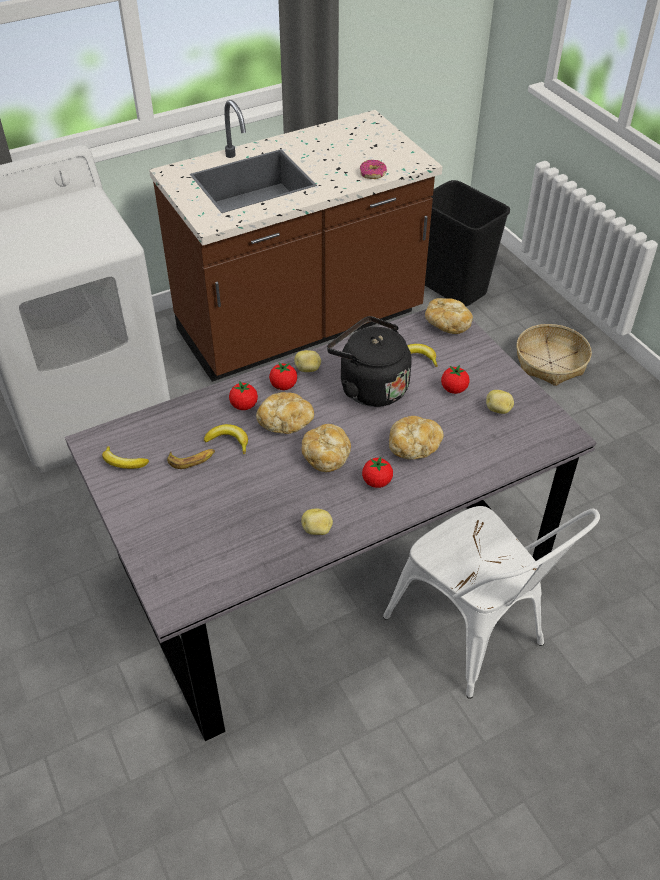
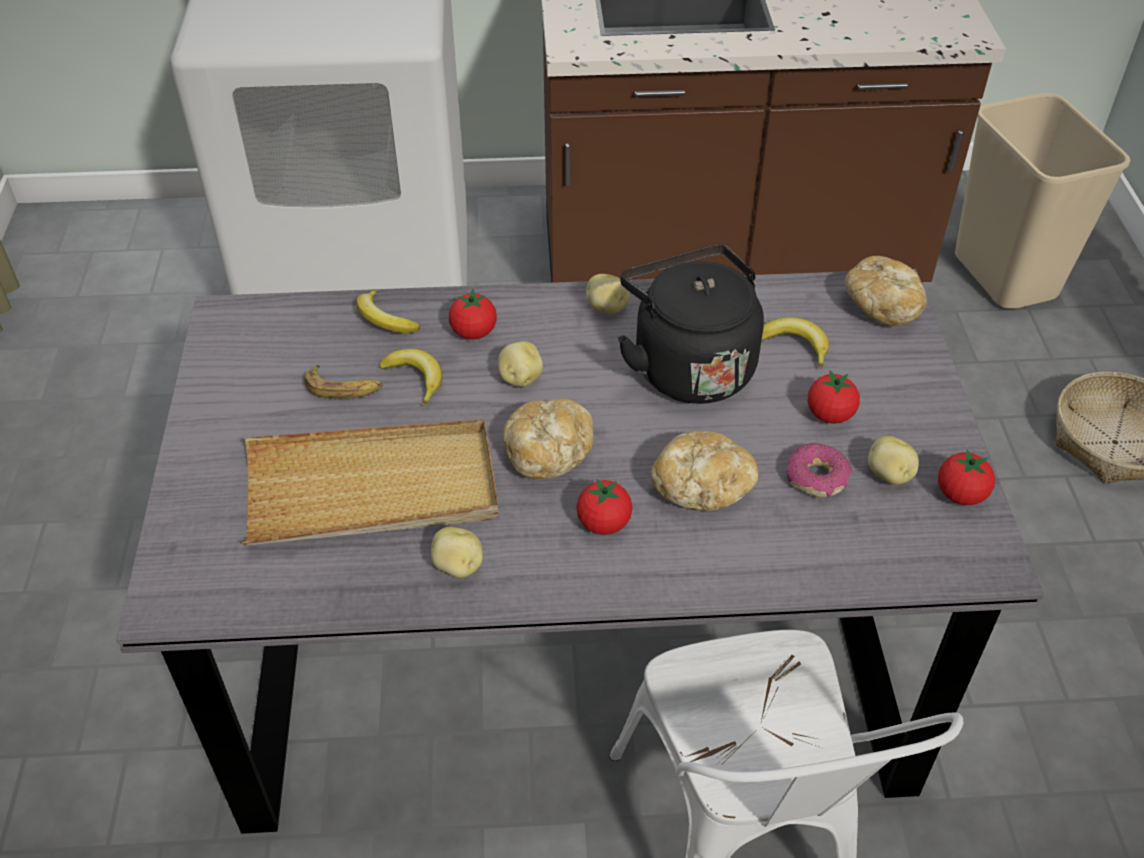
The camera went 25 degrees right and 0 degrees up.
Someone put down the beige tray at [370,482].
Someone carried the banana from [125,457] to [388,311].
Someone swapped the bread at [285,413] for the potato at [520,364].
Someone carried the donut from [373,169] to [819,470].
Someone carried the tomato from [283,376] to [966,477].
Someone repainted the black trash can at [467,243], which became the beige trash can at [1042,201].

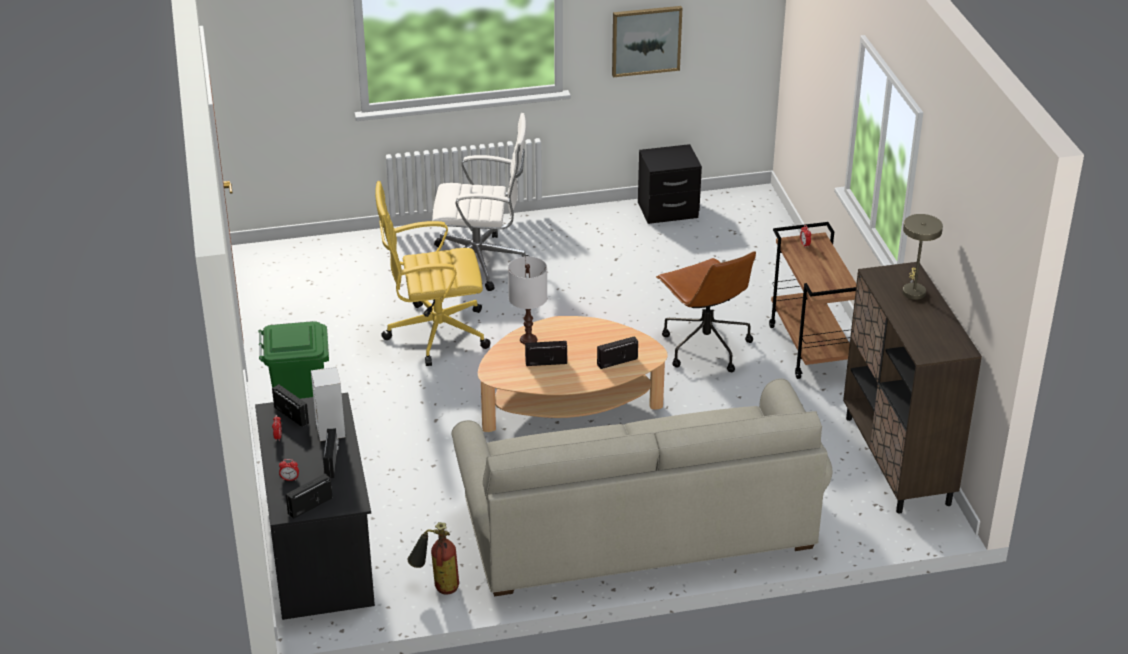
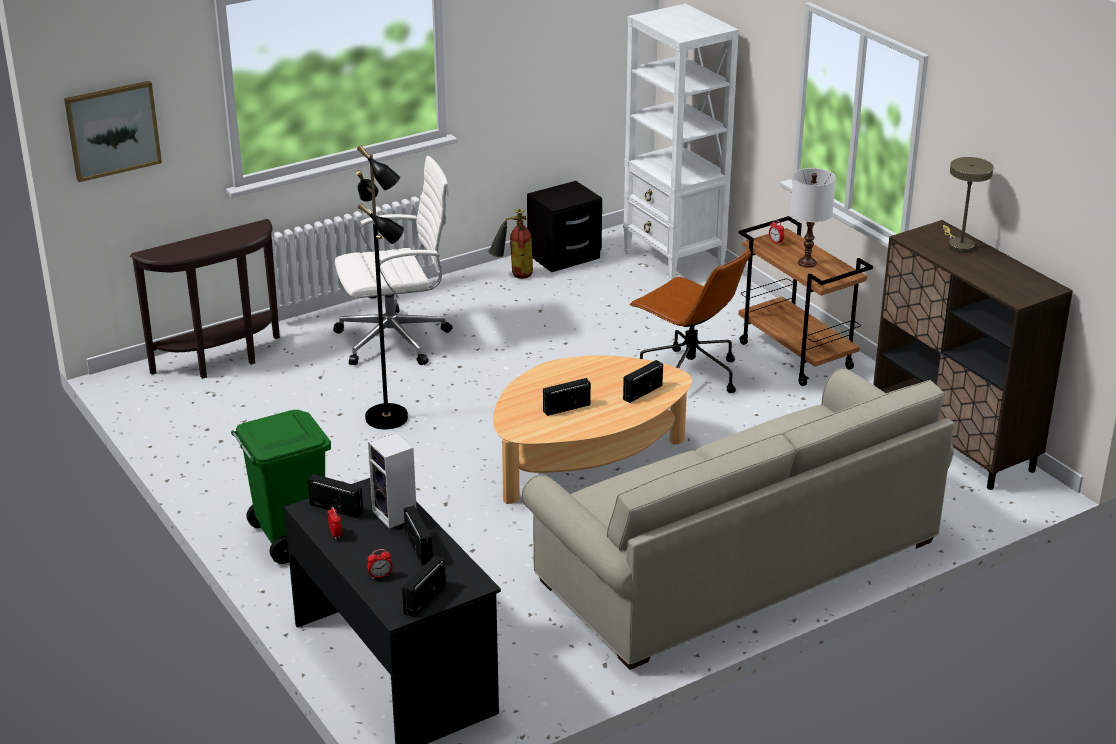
The camera went 20 degrees left and 5 degrees down.
Someone carried the picture from [647,41] to [113,131].
Someone put down the brown console table at [205,299].
Someone swapped the yellow office chair at [433,273] for the black floor lamp at [382,287].
Someone carried the fire extinguisher from [433,558] to [510,244].
Someone put down the white bookcase at [681,142].
Someone carried the white table lamp from [527,300] to [813,218].

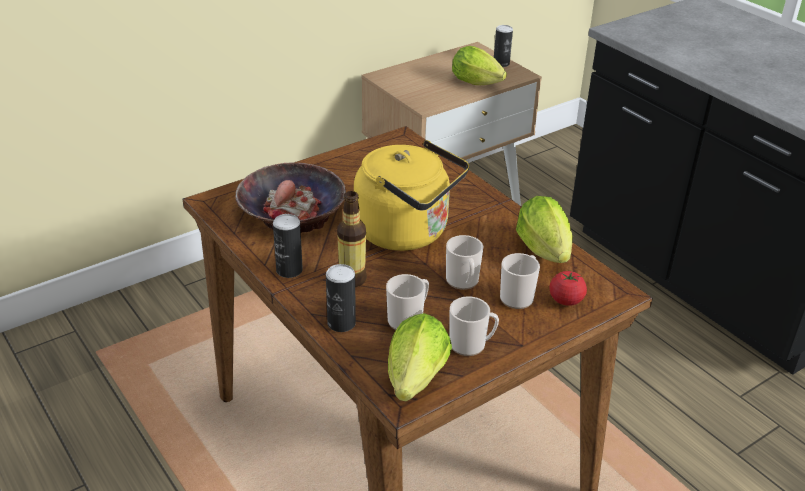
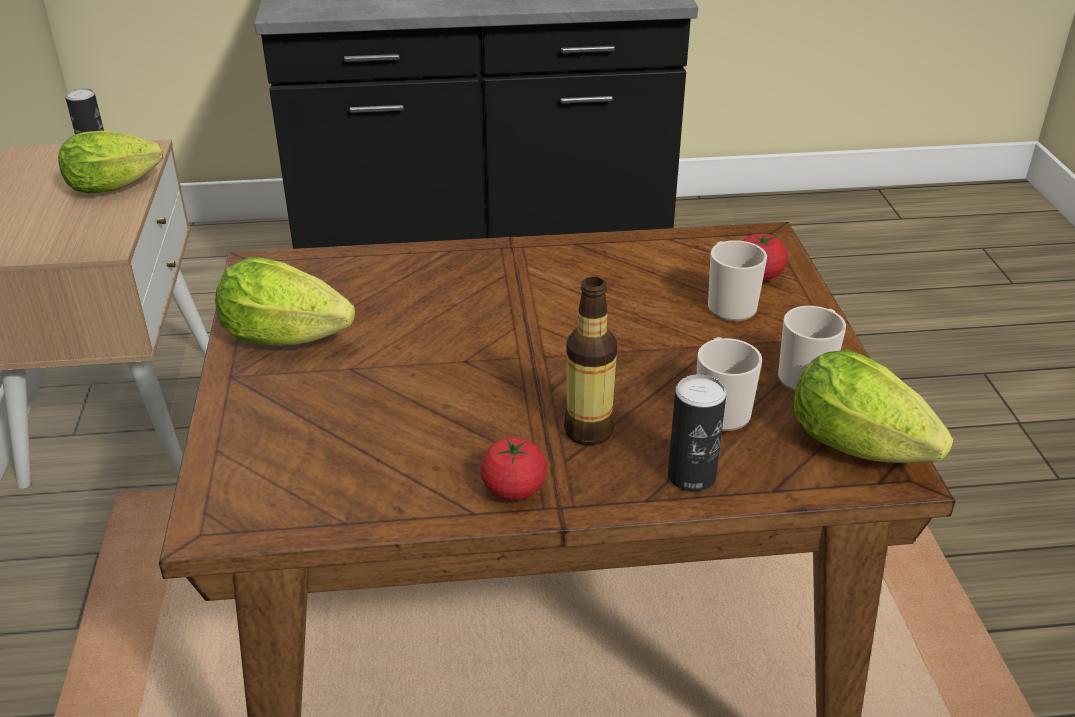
The camera went 60 degrees left and 0 degrees up.
Someone carried the lettuce from [544,229] to [285,301].
Someone swapped the can at [288,246] for the tomato at [513,469].
Someone took away the bowl at [290,197].
Someone took away the yellow kettle at [411,195].
Someone took away the mug at [464,262].

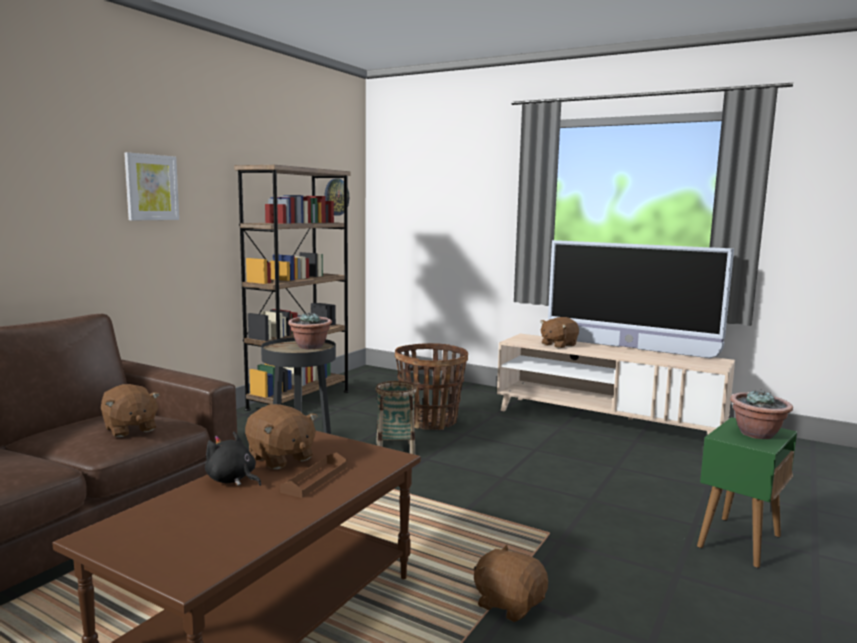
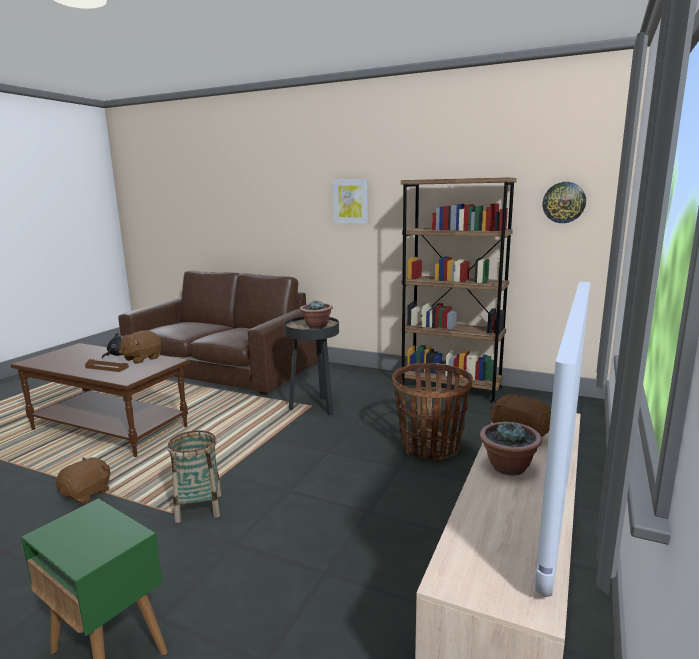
The camera went 85 degrees right and 5 degrees up.
Someone carried the basket from [396,418] to [195,476].
Someone carried the potted plant from [761,414] to [511,448].
Someone took away the brown plush toy at [130,410].

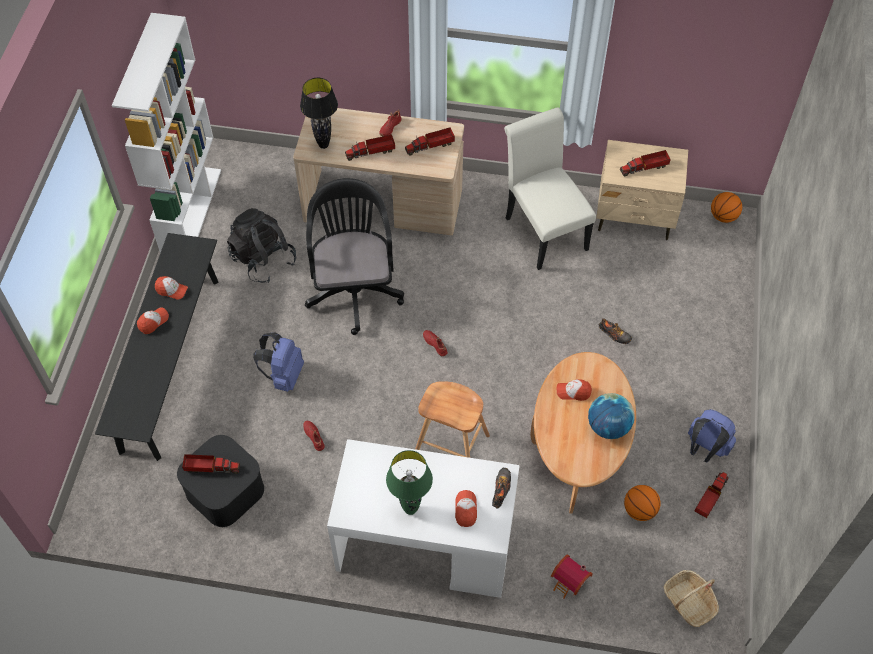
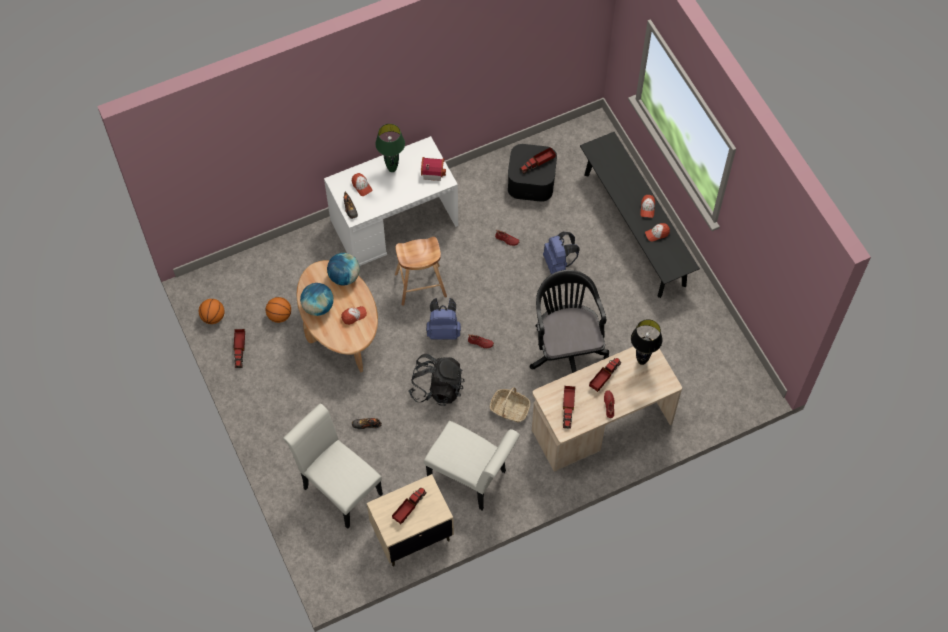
The camera went 145 degrees right and 5 degrees up.
Someone carried the basketball from [726,207] to [212,311].
Someone put down the white chair at [333,466].
Someone put down the globe at [343,269].
Someone carried the black backpack from [261,245] to [436,380].
Someone carried the toy house from [572,576] to [433,169].
Someone carried the blue backpack from [712,435] to [443,319].
Someone carried the basket from [691,598] to [510,404].
Someone rotated the black office chair at [354,256] by 150 degrees counterclockwise.
Someone rotated the toy truck at [430,142] by 150 degrees clockwise.
Someone took away the white bookcase at [166,133].

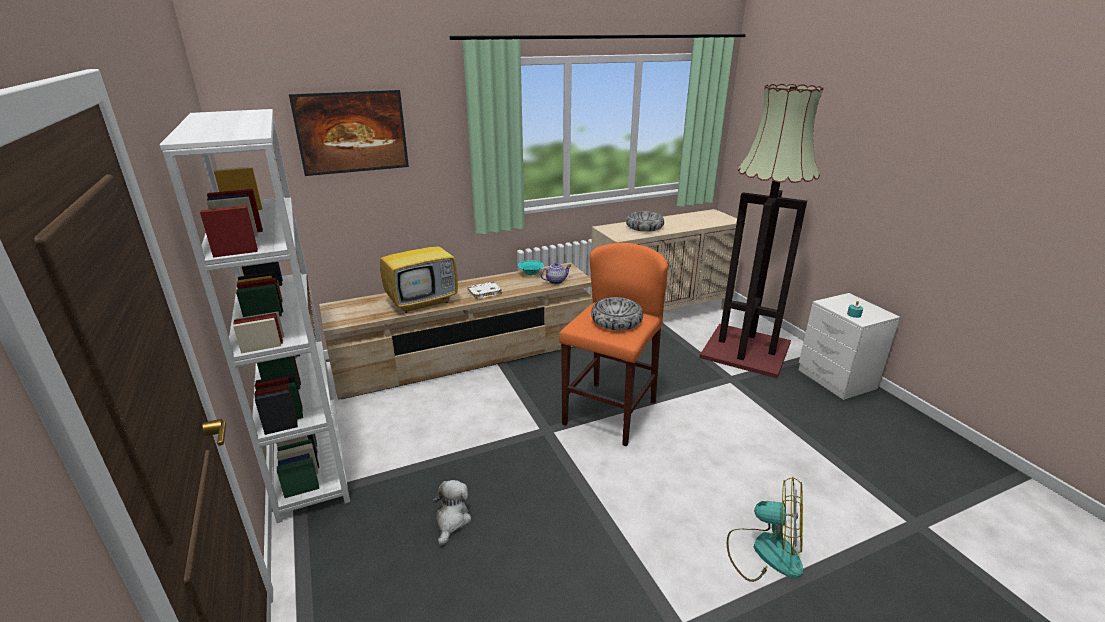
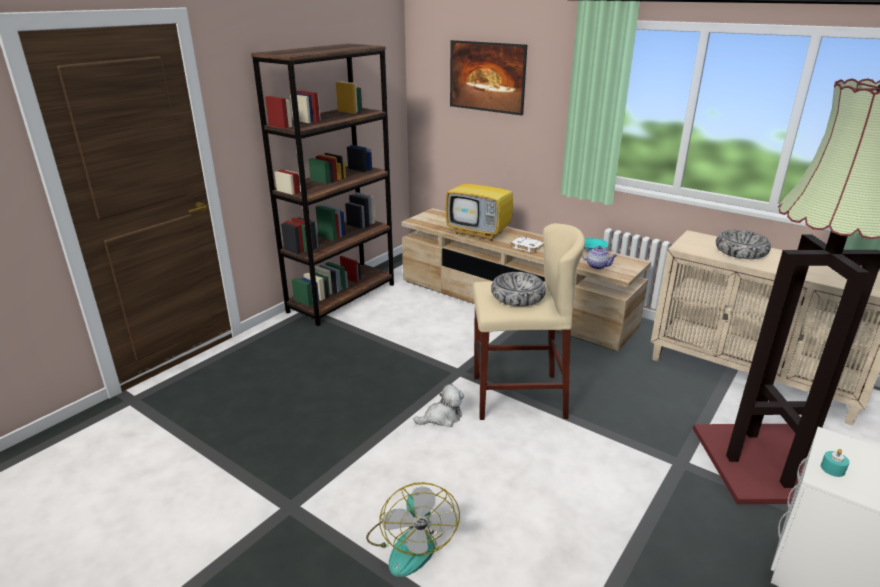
The camera went 60 degrees right and 0 degrees up.
Someone repainted the white bookcase at [255,316], which became the brown bookcase at [322,185].
Someone carried the plush toy from [452,513] to [438,405].
Someone repainted the orange stool at [613,344], which became the beige stool at [528,321].

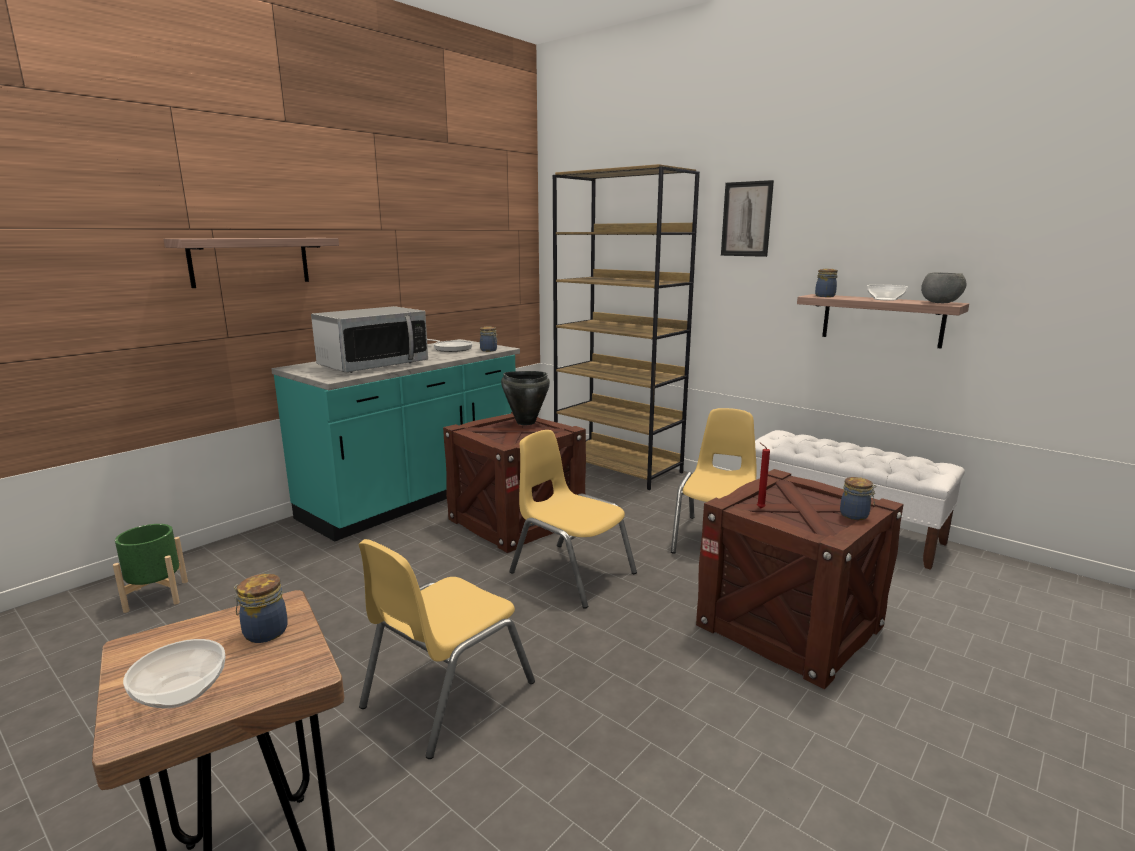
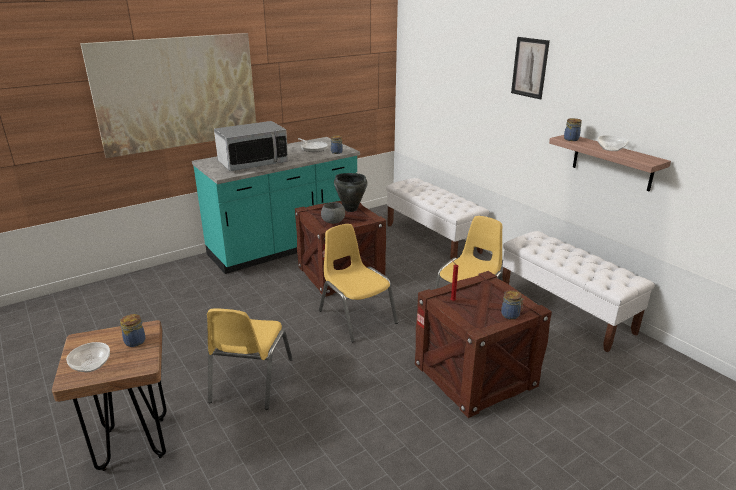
The camera went 15 degrees right and 10 degrees up.
Someone swapped the shelf at [251,263] for the picture at [168,95].
Someone rotated the yellow chair at [447,649] by 45 degrees counterclockwise.
Someone carried the grey bowl from [944,288] to [333,213].
Someone swapped the brown bookcase at [626,327] for the white bench at [437,218].
Someone took away the green planter at [150,568].

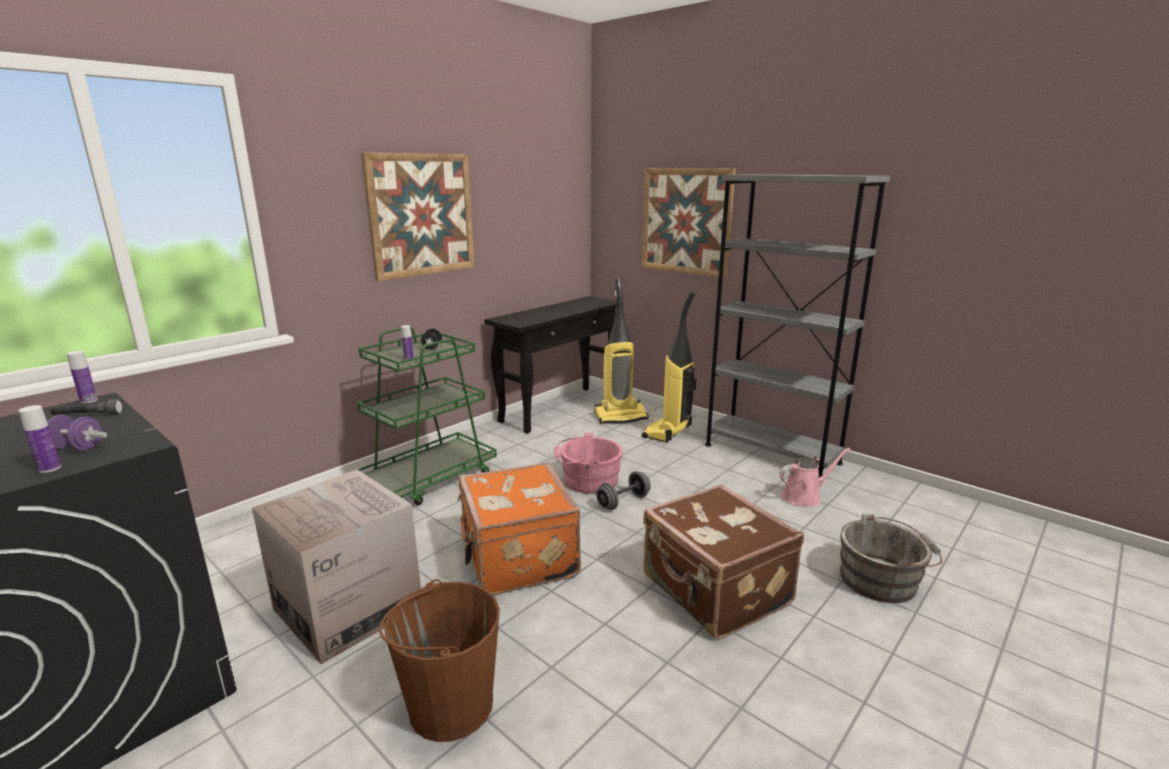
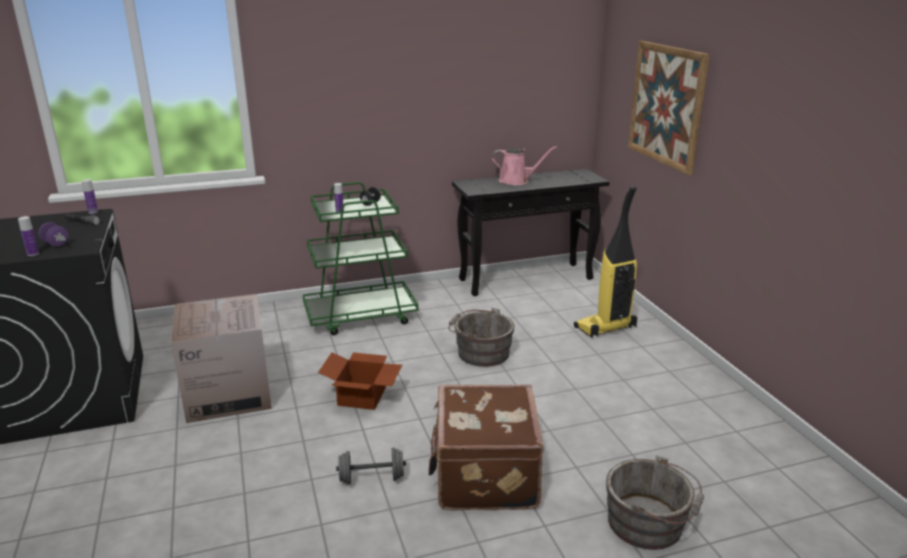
The camera went 30 degrees right and 5 degrees up.
Someone swapped the orange suitcase at [519,528] for the cardboard box at [360,381].
Someone carried the grey dumbbell from [623,490] to [371,466].
Someone repainted the pink bucket at [588,463], which became the grey bucket at [481,337].
Someone carried the pink watering can from [815,477] to [524,165].
Someone took away the picture at [418,216].
Someone took away the brown bucket at [439,660].
Someone took away the vacuum cleaner at [622,351].
Someone took away the grey bookcase at [797,325].

